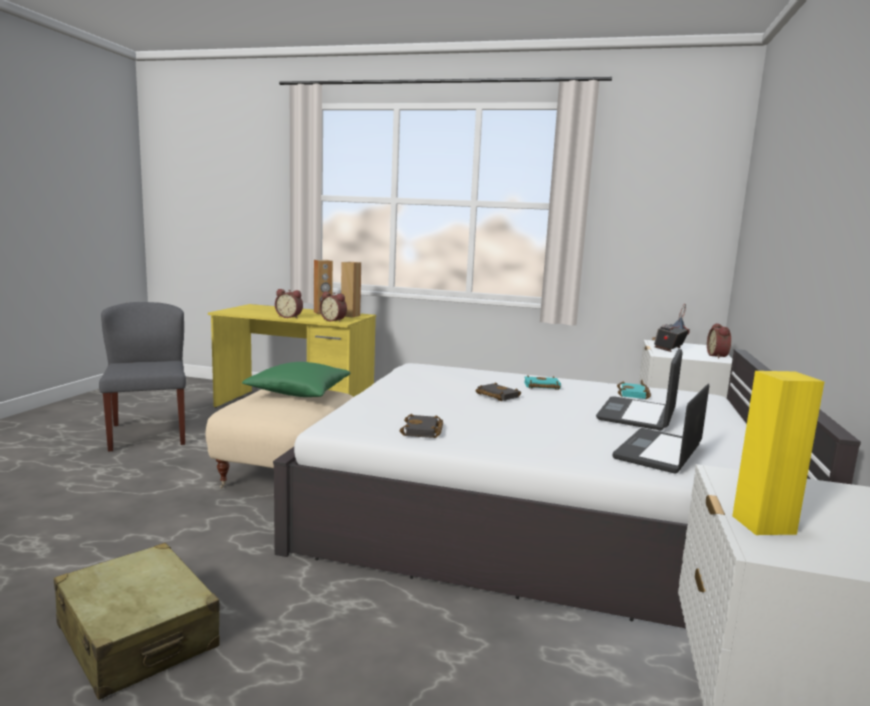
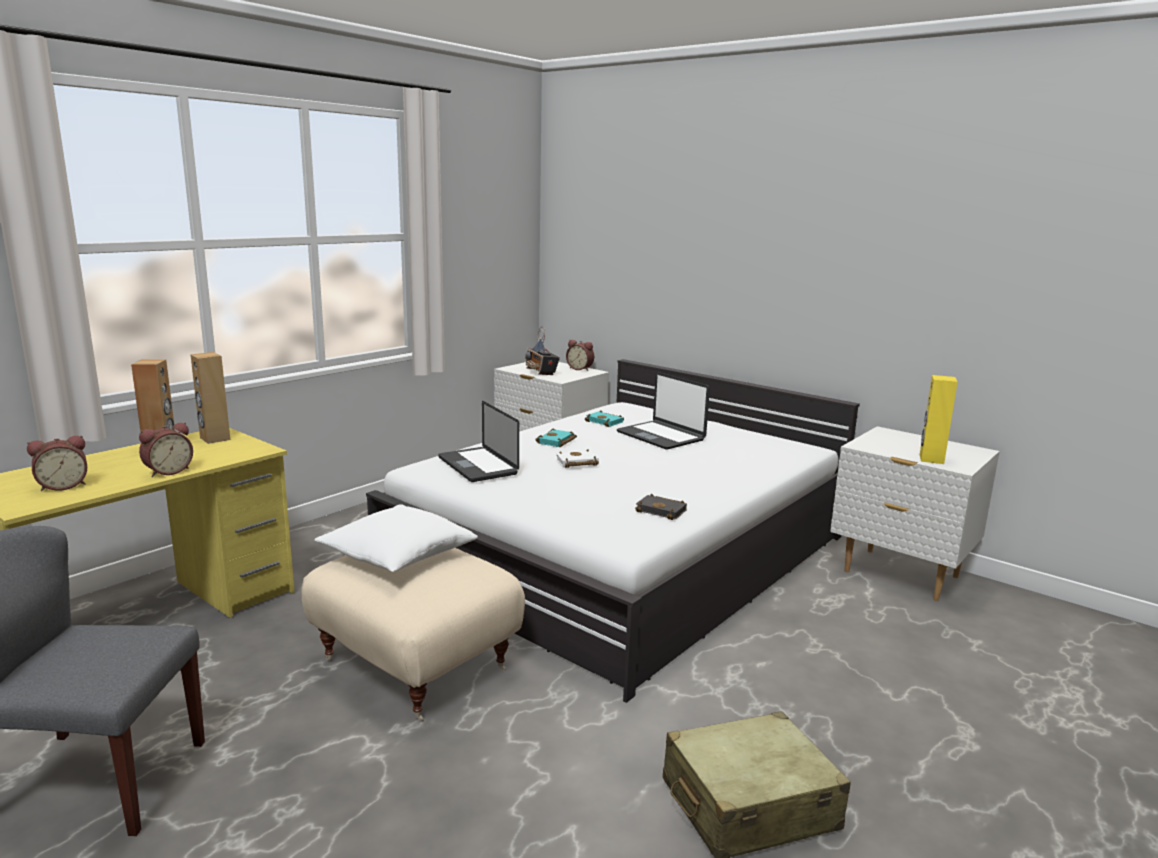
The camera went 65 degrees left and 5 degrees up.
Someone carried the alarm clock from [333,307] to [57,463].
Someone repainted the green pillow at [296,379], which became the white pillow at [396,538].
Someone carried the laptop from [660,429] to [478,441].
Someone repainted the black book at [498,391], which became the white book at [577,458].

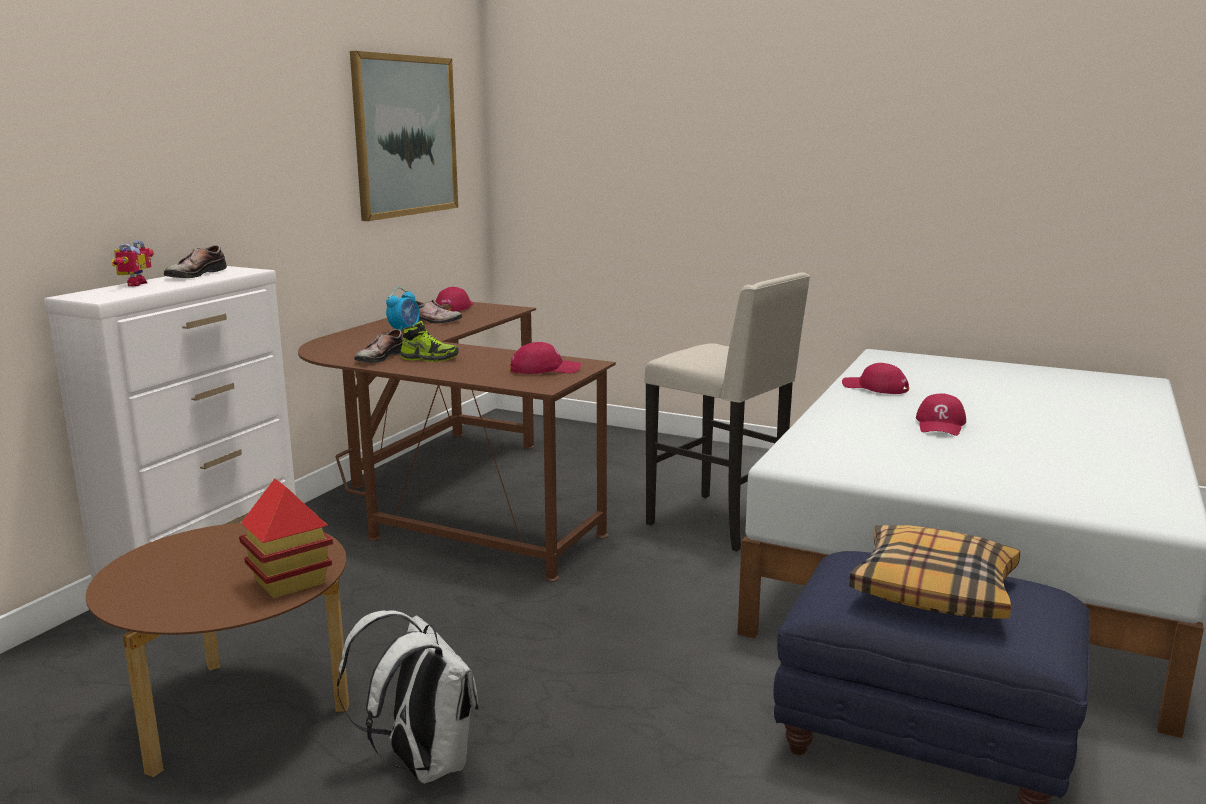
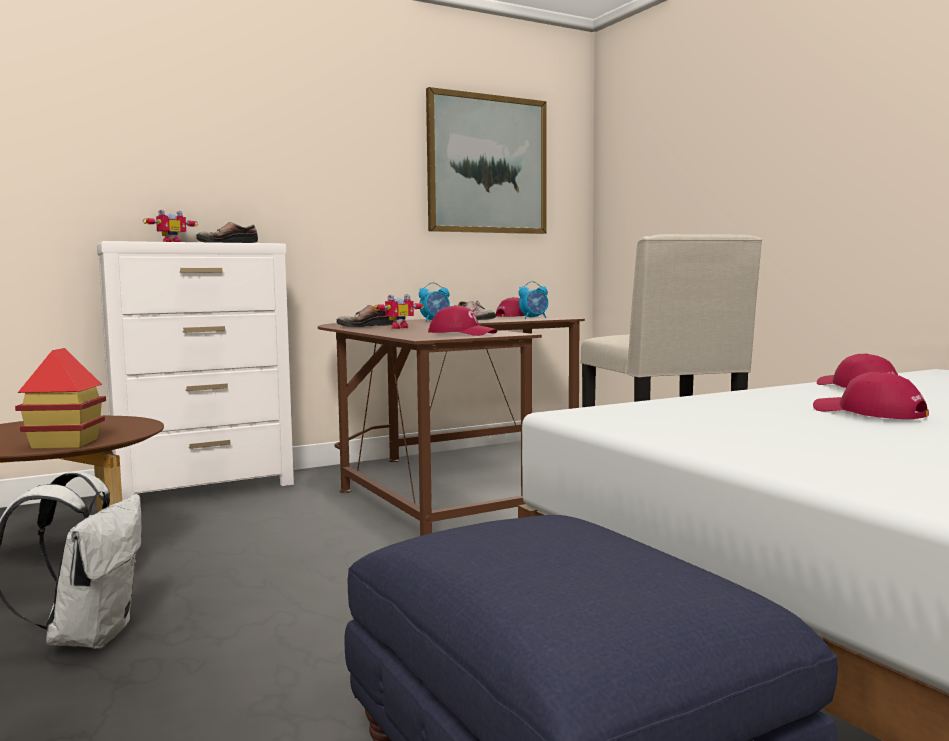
The camera went 35 degrees right and 10 degrees down.
Someone swapped the shoe at [429,341] for the toy robot at [398,311].
Someone put down the alarm clock at [533,300].
Someone rotated the red cap at [941,414] by 90 degrees clockwise.
Someone took away the pillow at [934,572].

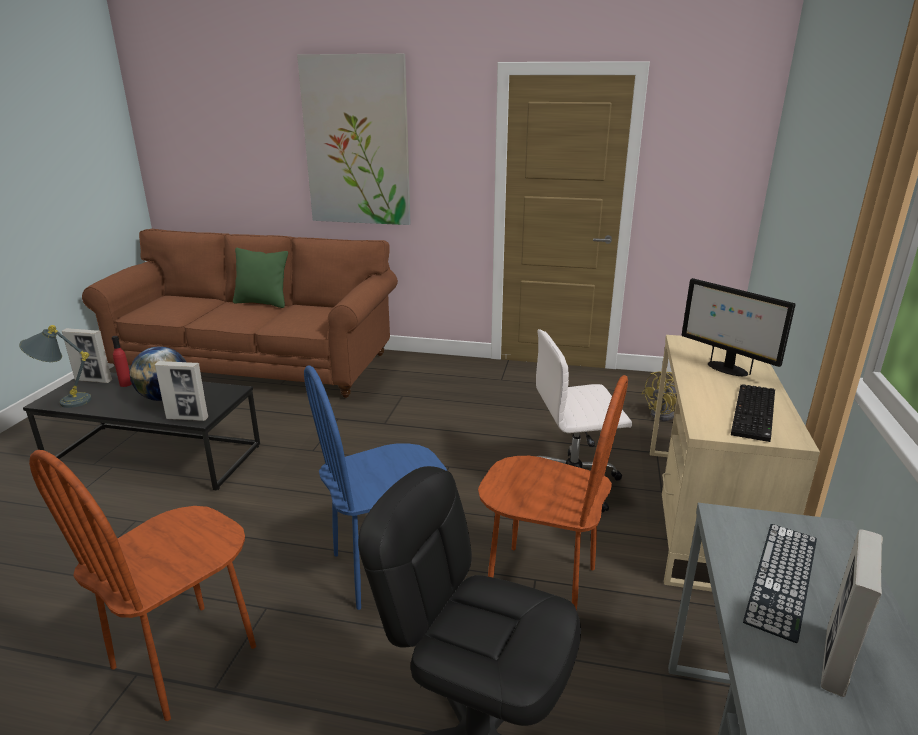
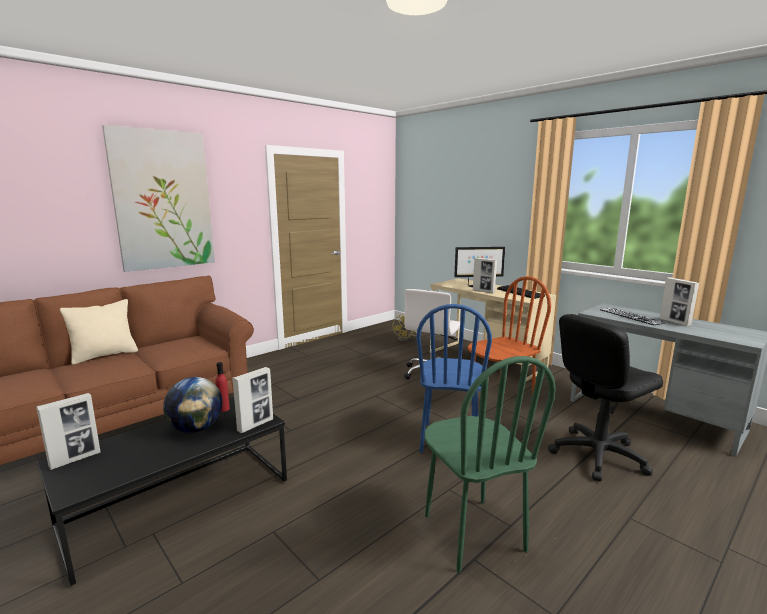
The camera went 55 degrees left and 10 degrees down.
Someone repainted the green pillow at [260,278], which became the beige pillow at [99,332].
Someone carried the red bottle from [122,361] to [222,387].
Someone repainted the brown chair at [142,585], which became the green chair at [490,464].
Someone put down the picture frame at [485,275].
Someone took away the grey table lamp at [55,366].

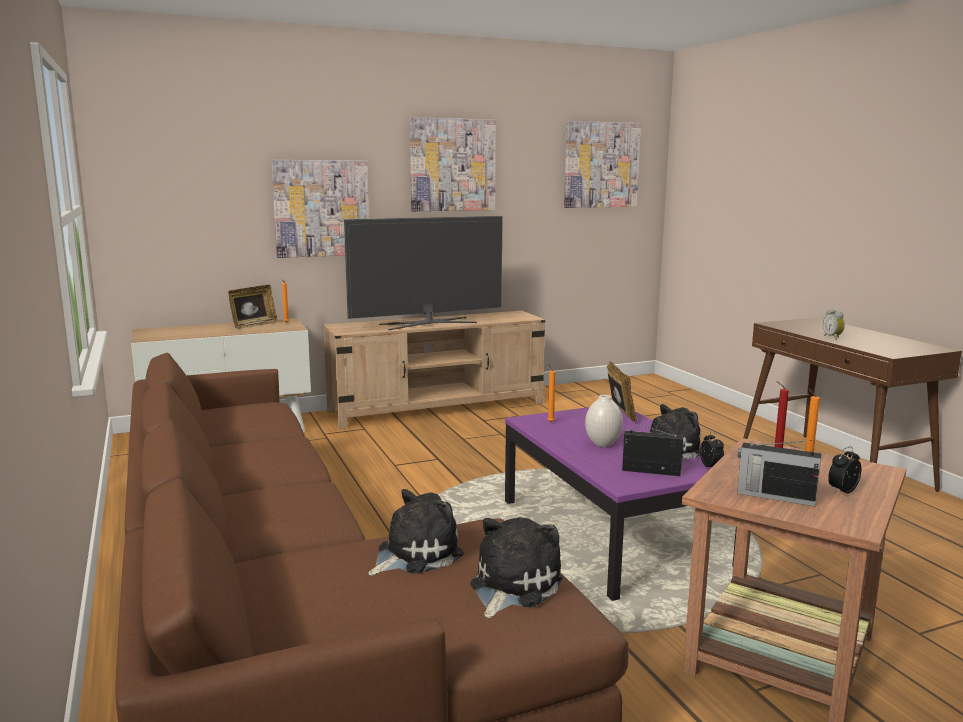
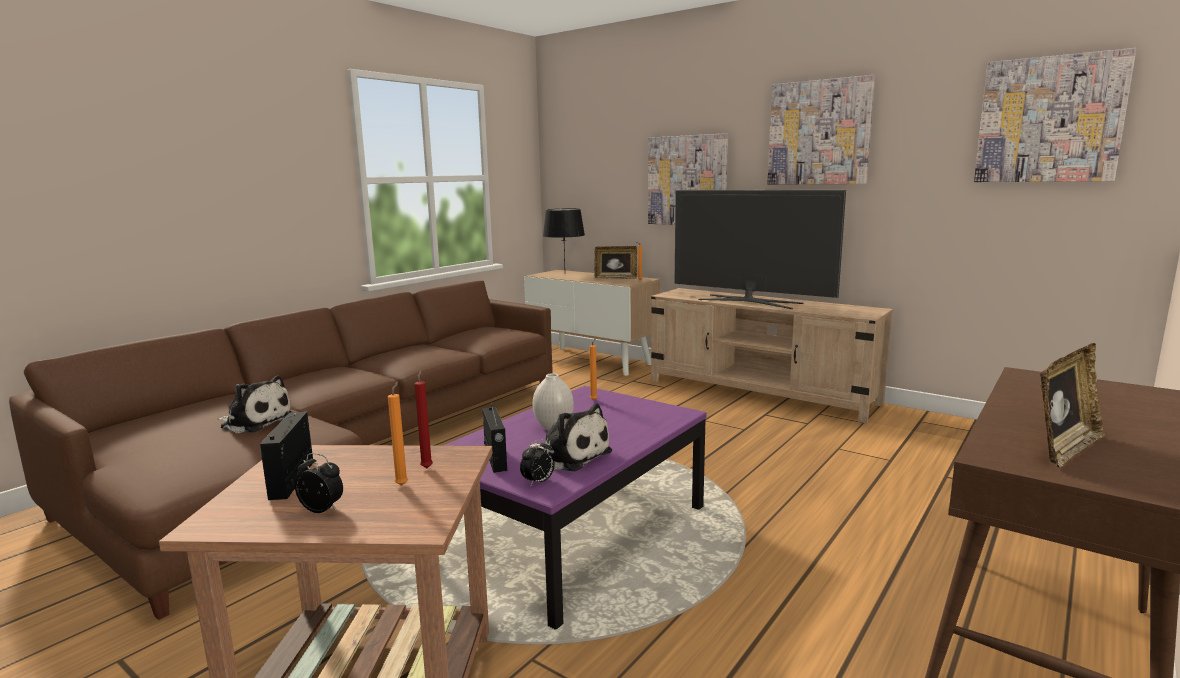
The camera went 60 degrees right and 0 degrees up.
Someone put down the black table lamp at [564,237].
Someone carried the picture frame from [622,391] to [1073,405].
Someone took away the plush toy at [516,567].
Someone took away the alarm clock at [834,324].

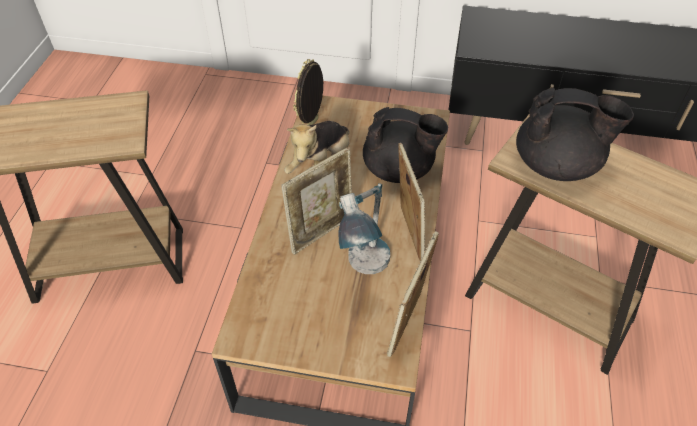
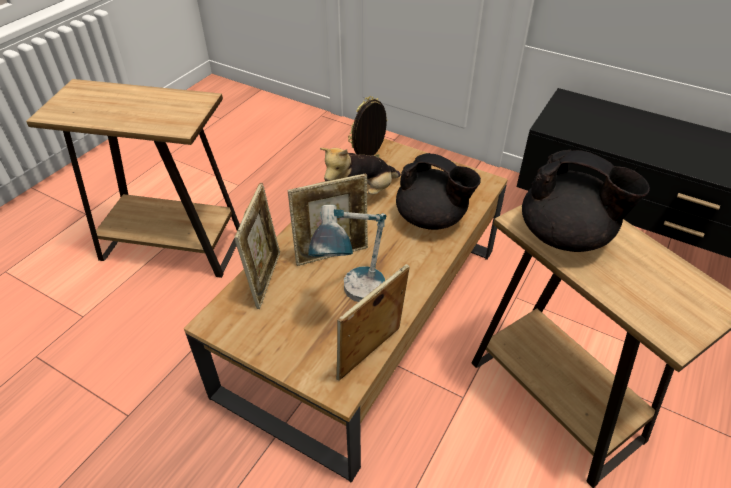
The camera went 20 degrees right and 5 degrees down.
Someone carried the picture frame from [411,202] to [257,246].

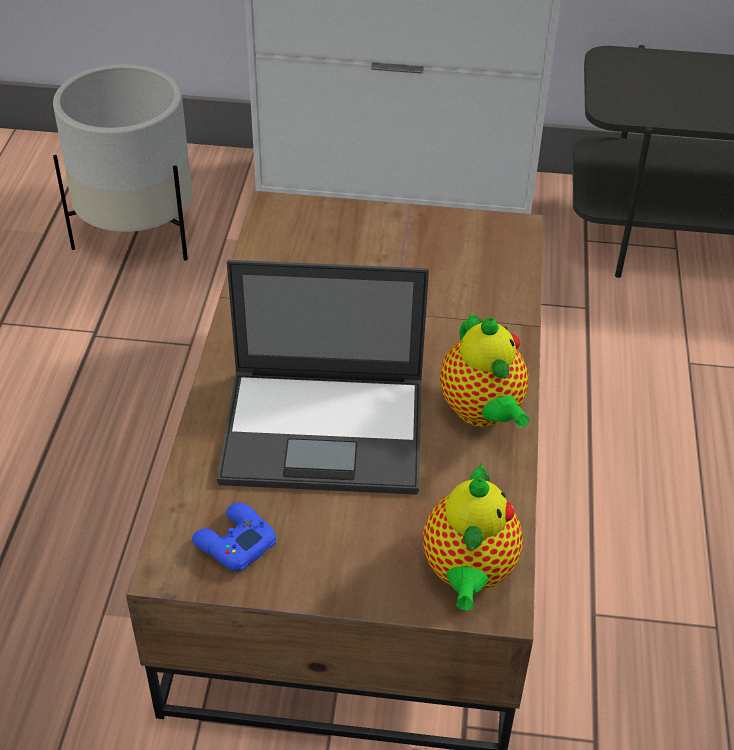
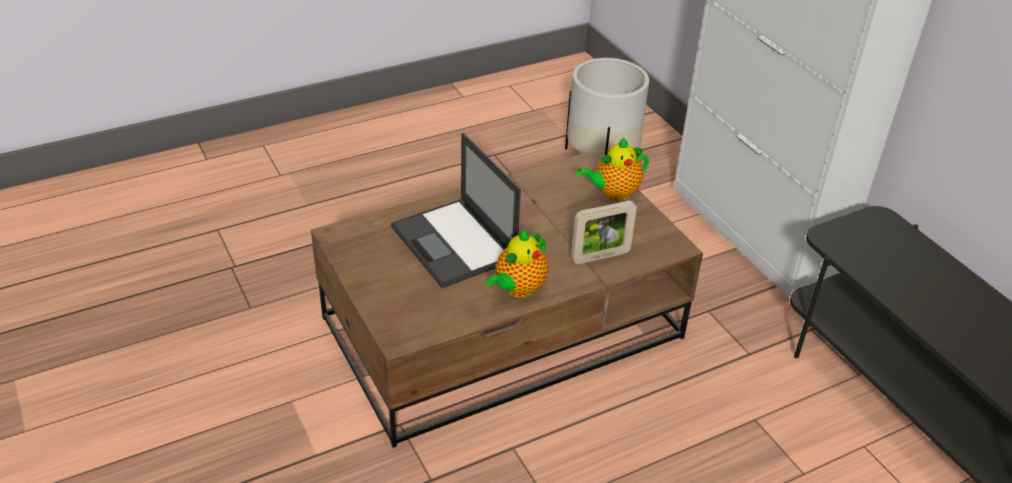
The camera went 55 degrees right and 5 degrees down.
Someone put down the picture frame at [604,232].
Someone carried the teapot from [473,537] to [612,169].
Someone took away the blue game controller at [234,537].

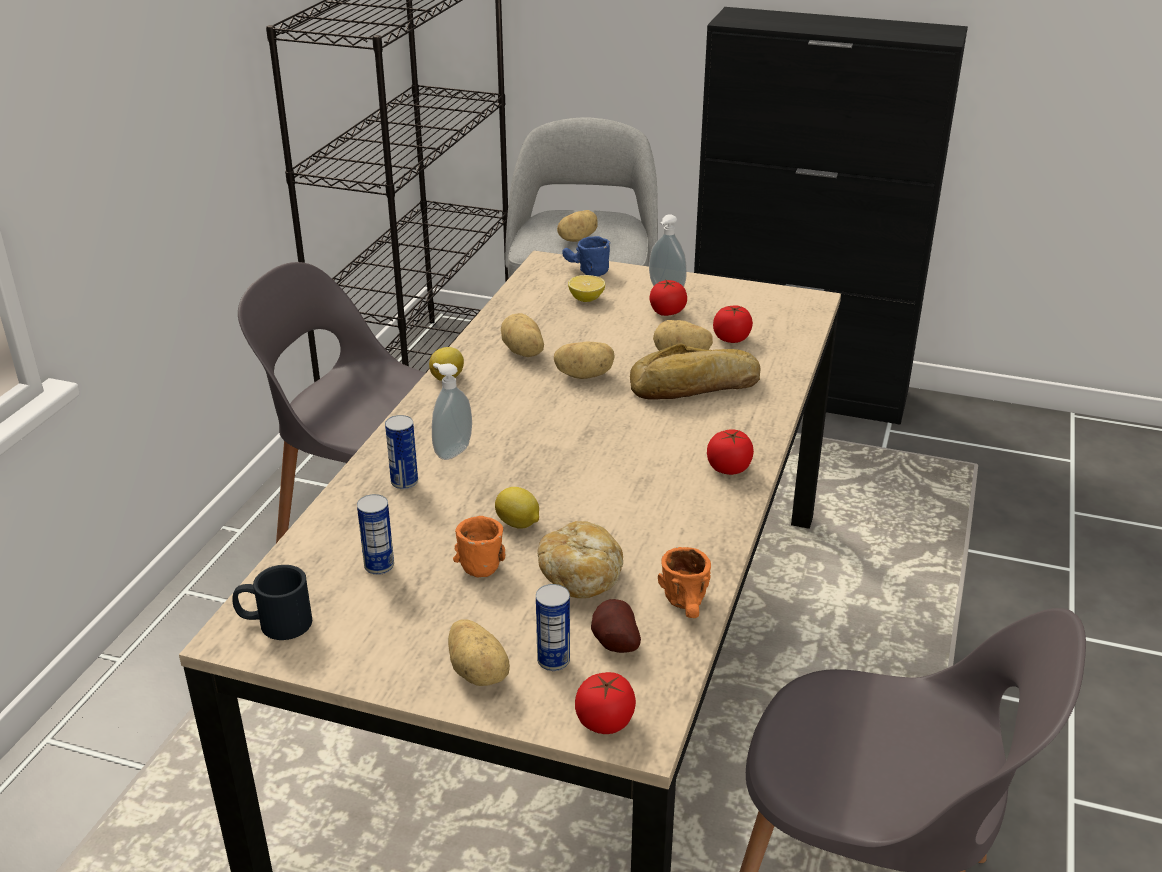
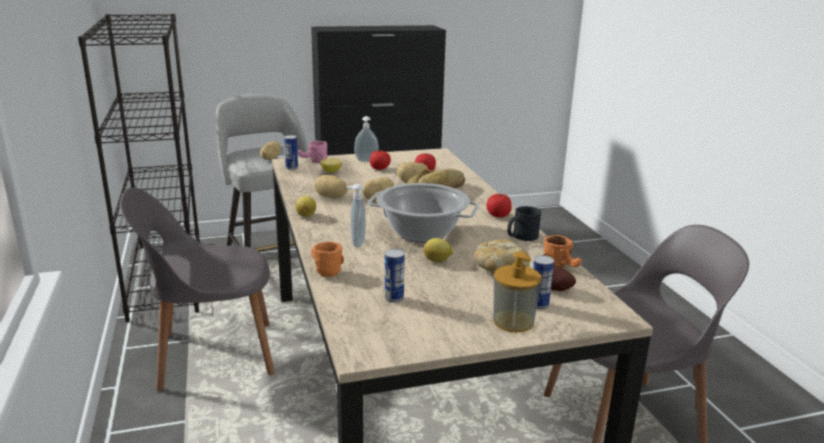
The camera went 35 degrees left and 10 degrees down.
Someone carried the can from [401,452] to [291,152].
Someone repainted the blue mug at [586,256], which became the pink mug at [312,151].
Someone carried the orange mug from [479,546] to [327,259].
Someone put down the cooking pot at [423,213].
Someone swapped the potato at [479,652] for the soap dispenser at [517,292].
Someone carried the black mug from [272,602] to [524,223].
Someone took away the tomato at [605,703].

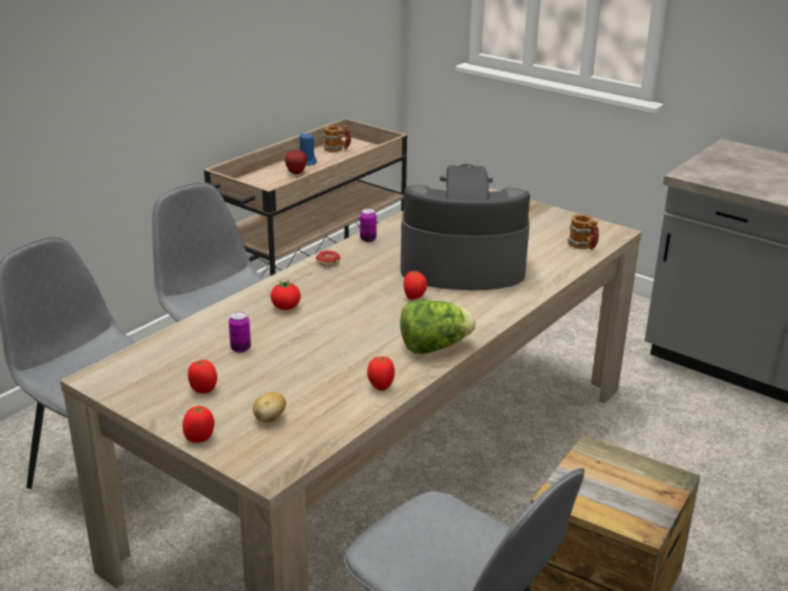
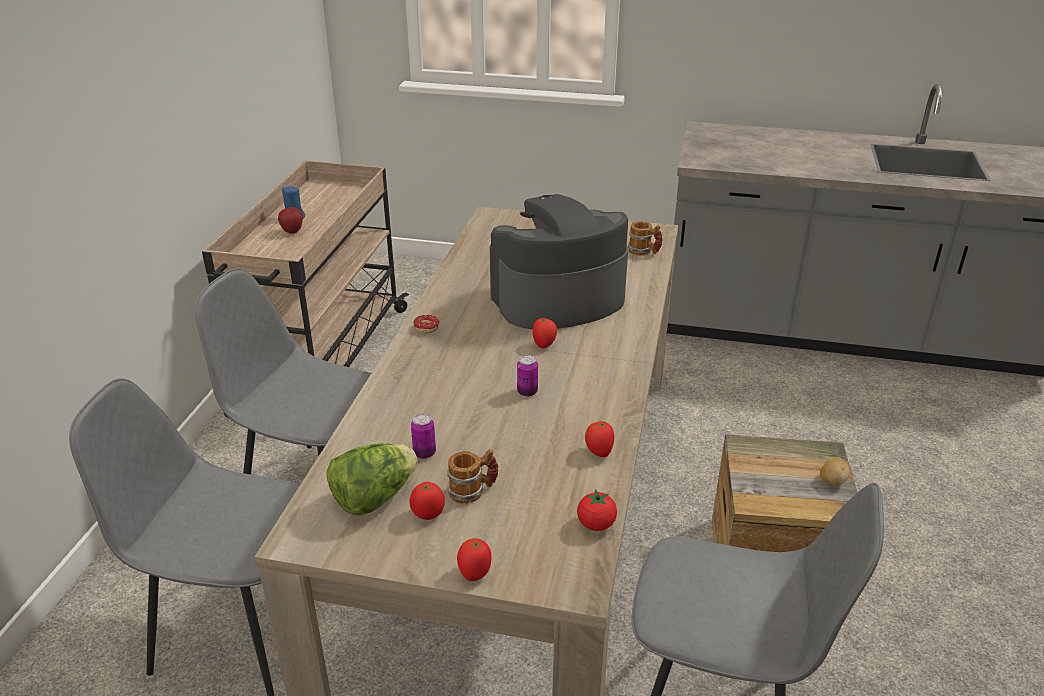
The camera went 25 degrees left and 5 degrees up.
Someone carried the lettuce from [438,327] to [371,479].
Someone carried the mug from [337,138] to [472,476].
Someone carried the can from [368,225] to [527,376].
Someone carried the tomato from [286,295] to [597,510].
Someone carried the potato from [269,407] to [835,471].

